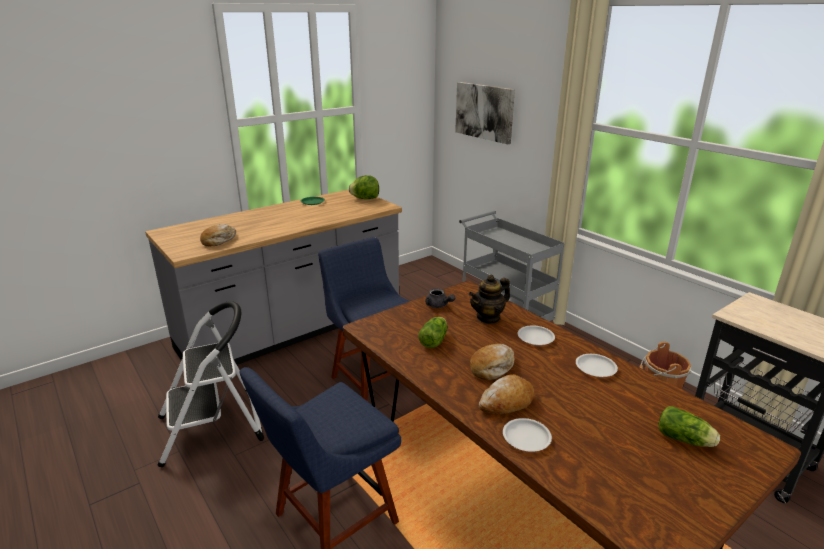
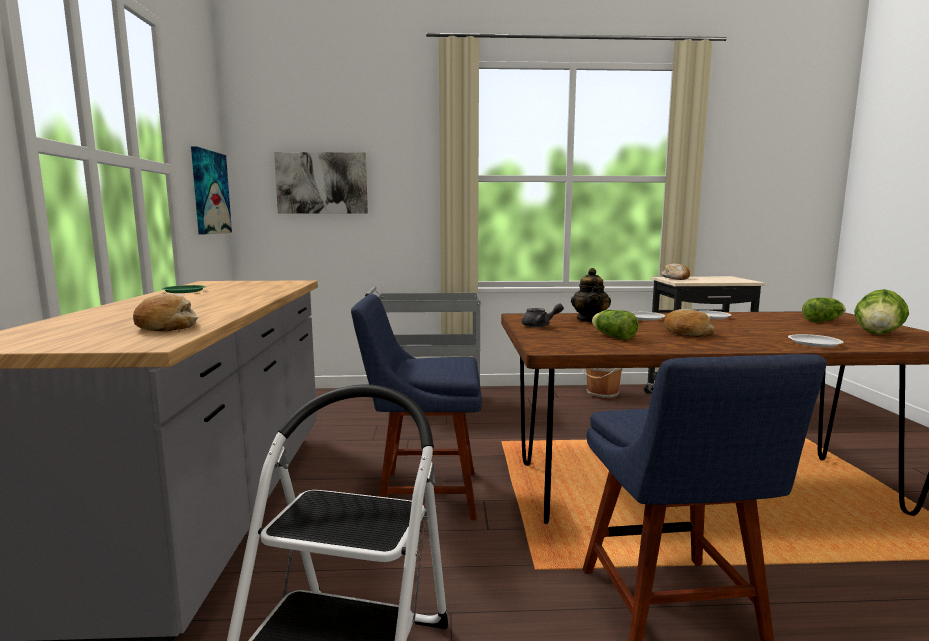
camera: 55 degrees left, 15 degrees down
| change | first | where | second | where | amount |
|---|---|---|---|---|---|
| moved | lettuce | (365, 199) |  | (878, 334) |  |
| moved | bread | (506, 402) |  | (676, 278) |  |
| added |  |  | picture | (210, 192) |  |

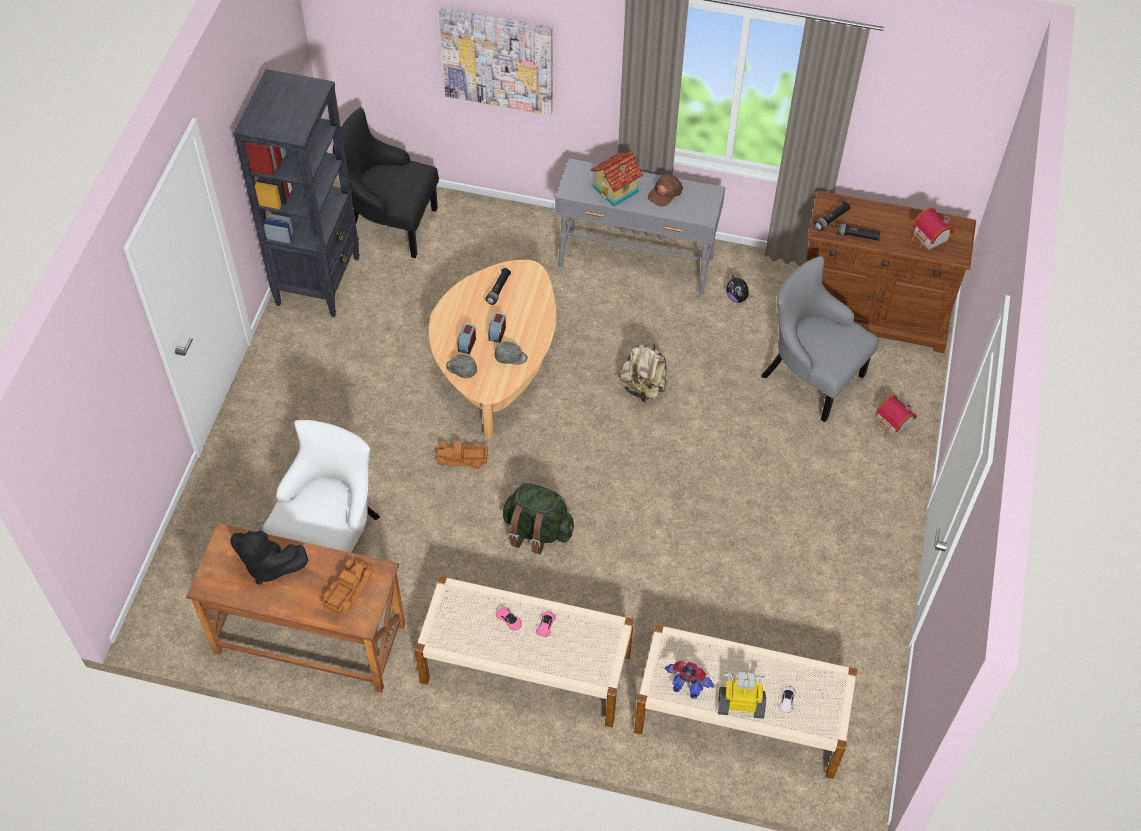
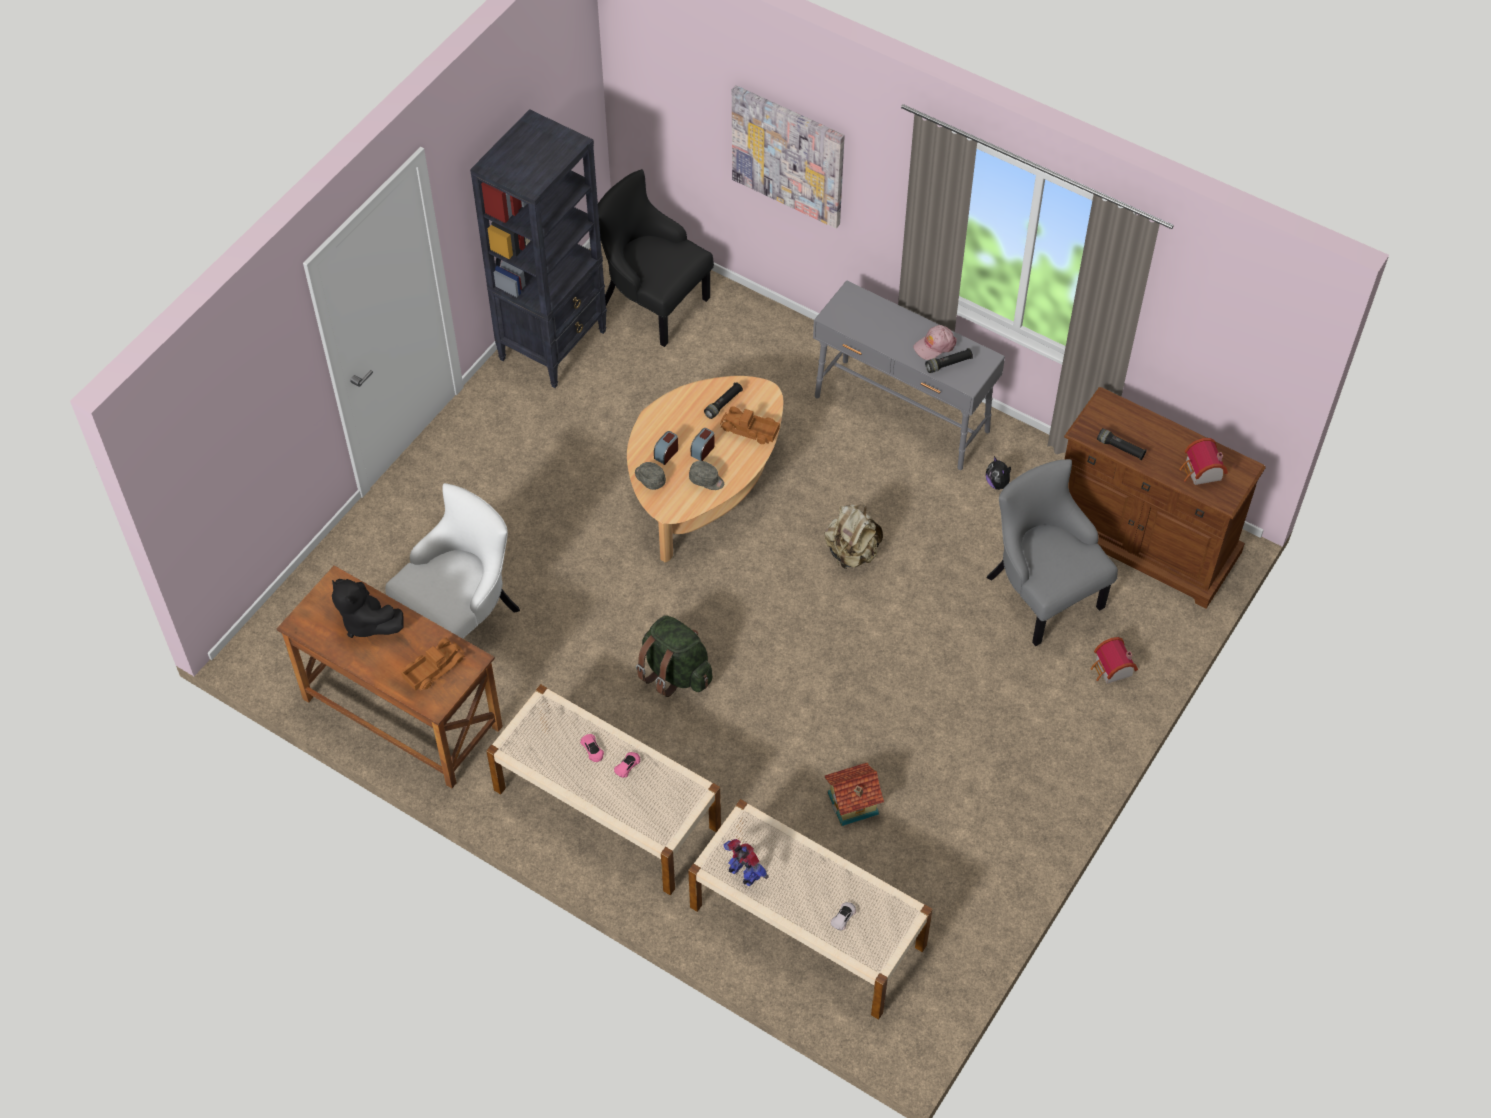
camera: 20 degrees right, 0 degrees up
| change | first | where | second | where | amount |
|---|---|---|---|---|---|
| moved | toy truck | (462, 459) |  | (749, 430) |  |
| moved | toy house | (617, 190) |  | (853, 804) |  |
| recoloured | cap (brown) | (664, 193) | cap (pink) | (934, 345) |  |
| removed | toy robot | (741, 704) |  |  |  |
| moved | flashlight (black) | (831, 220) |  | (948, 364) |  |

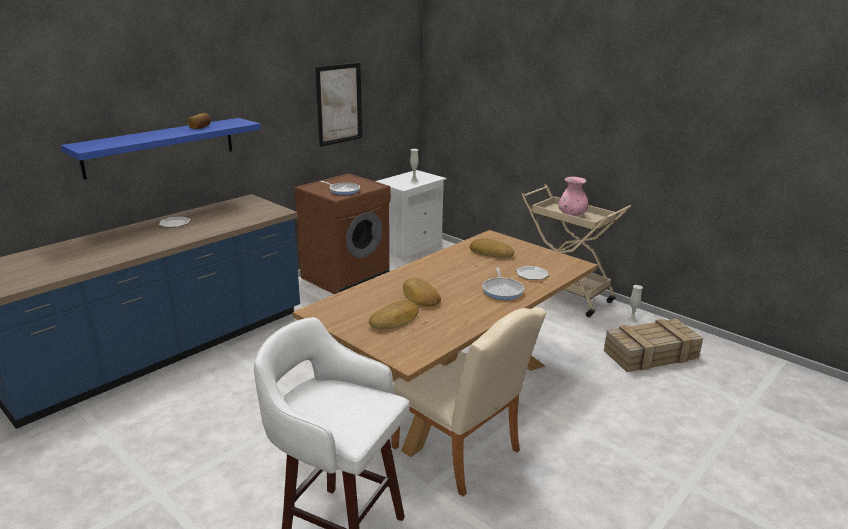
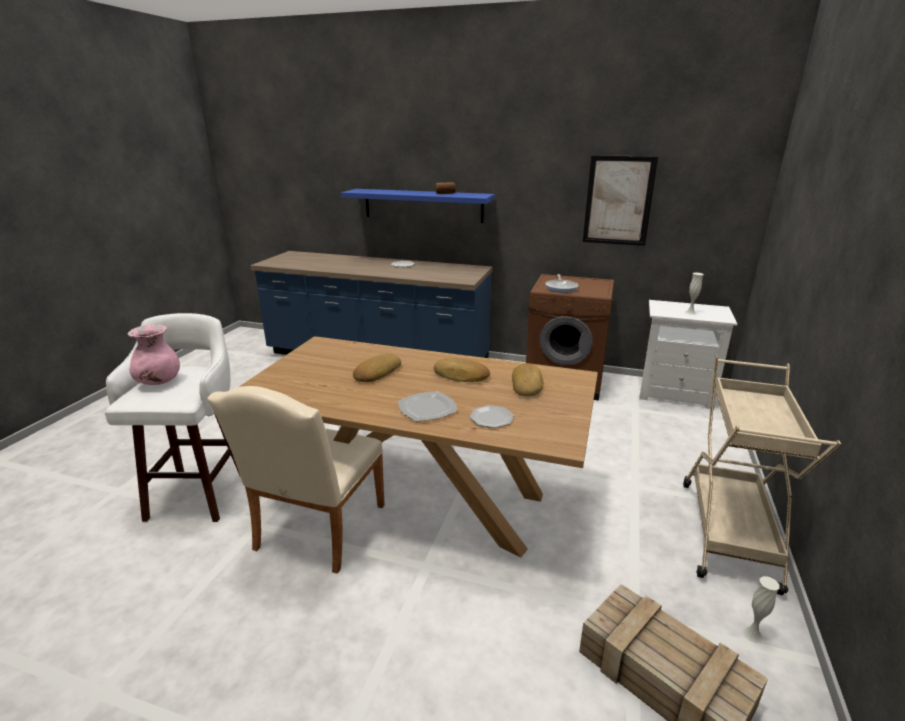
camera: 65 degrees right, 0 degrees up
| change | first | where | second | where | amount |
|---|---|---|---|---|---|
| moved | bread | (395, 320) |  | (461, 375) |  |
| replaced | frying pan | (502, 290) | plate | (428, 408) |  |
| moved | vase (pink) | (571, 215) |  | (159, 382) |  |

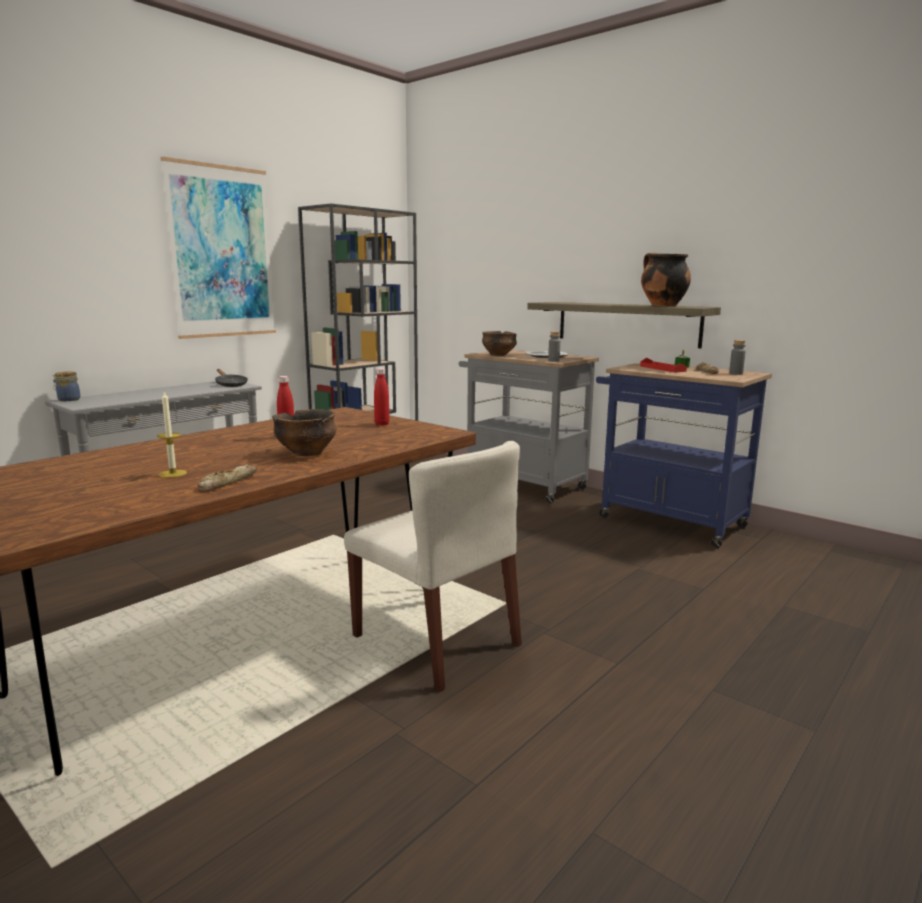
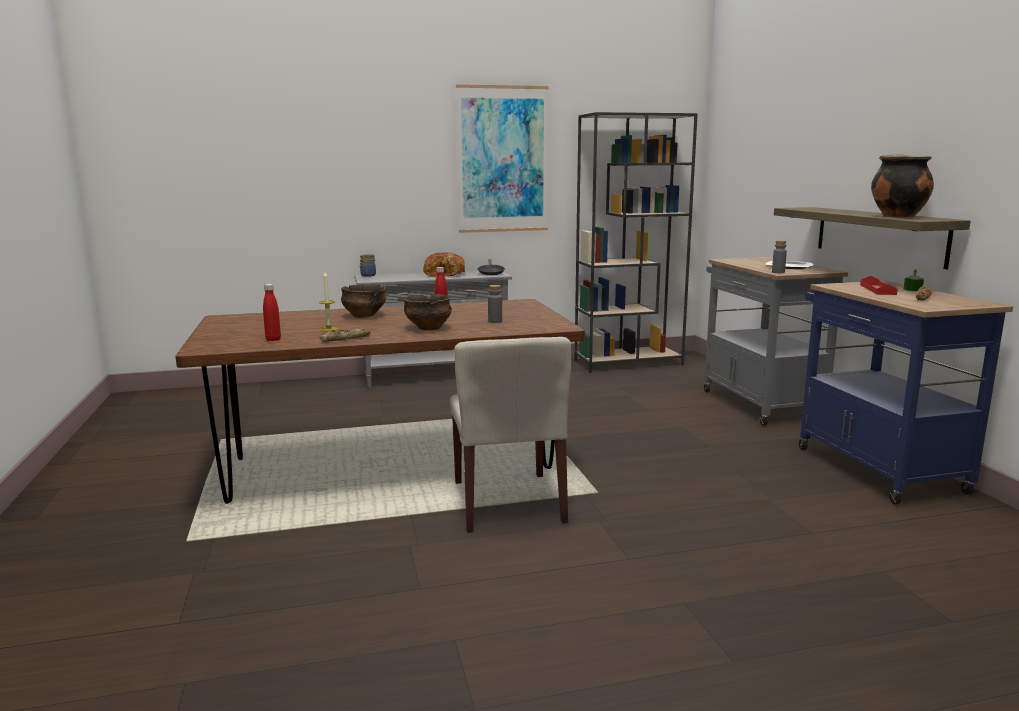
camera: 35 degrees right, 0 degrees up
| change | first | where | second | where | amount |
|---|---|---|---|---|---|
| moved | bottle (red) | (382, 424) |  | (273, 339) |  |
| moved | bowl | (498, 355) |  | (364, 316) |  |
| moved | bottle (grey) | (735, 373) |  | (495, 321) |  |
| added |  |  | bread | (445, 274) |  |

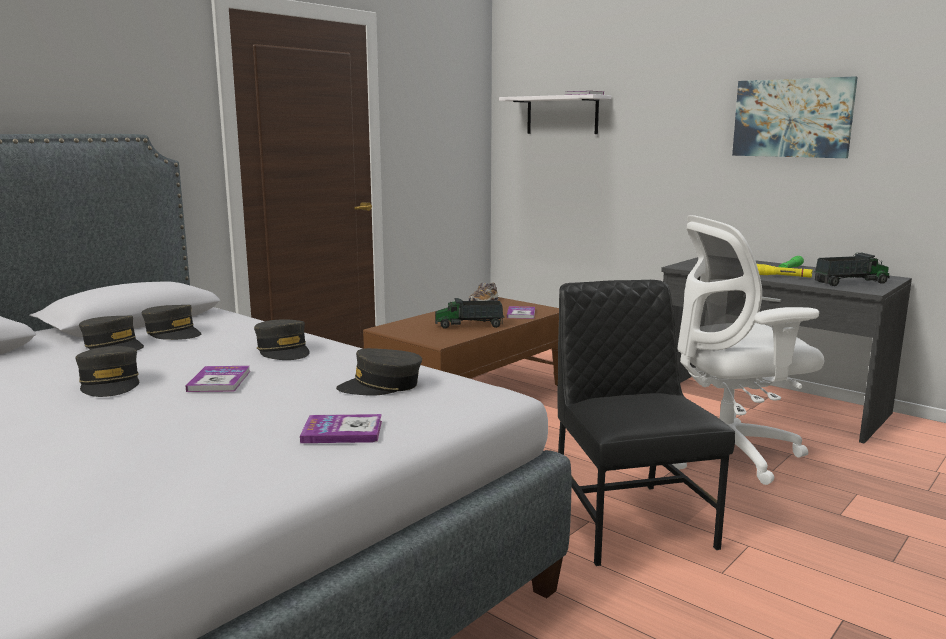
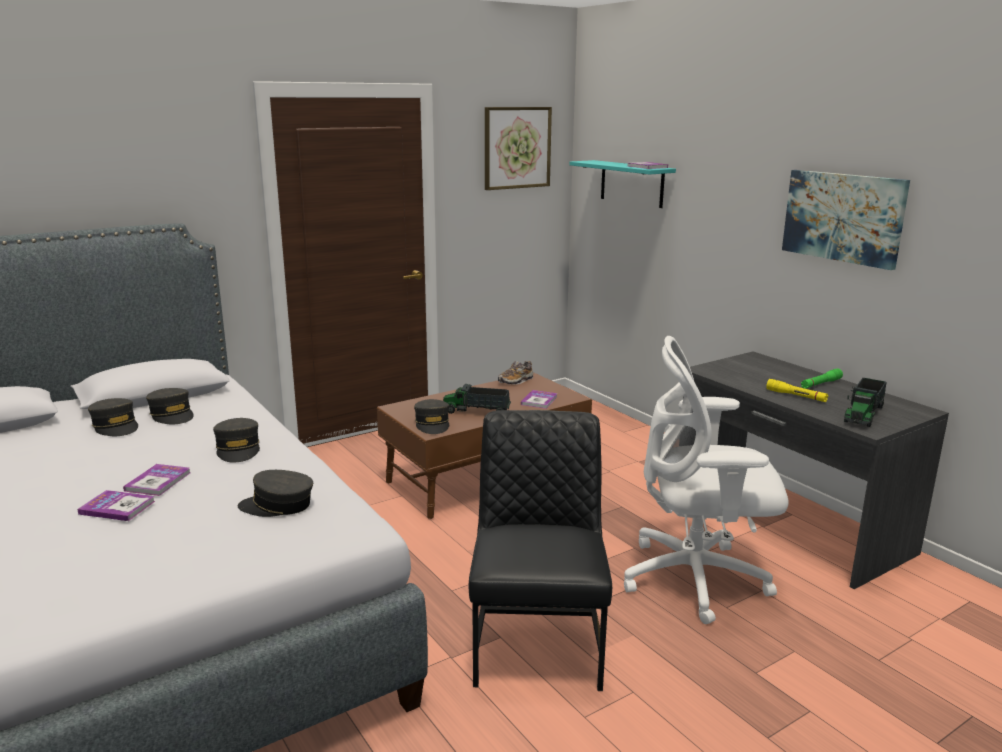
camera: 15 degrees right, 5 degrees up
| change | first | where | second | where | amount |
|---|---|---|---|---|---|
| moved | cap (grey) | (110, 384) |  | (432, 424) |  |
| moved | book | (342, 431) |  | (117, 507) |  |
| recoloured | shelf (white) | (562, 115) | shelf (turquoise) | (631, 183) |  |
| turned | toy truck | (850, 283) |  | (863, 414) | 120 degrees clockwise |
| added |  |  | picture | (517, 148) |  |

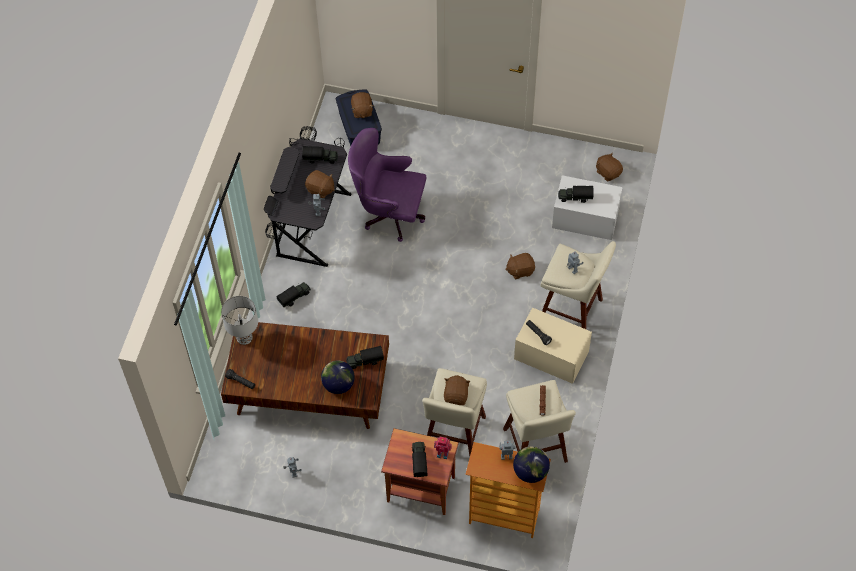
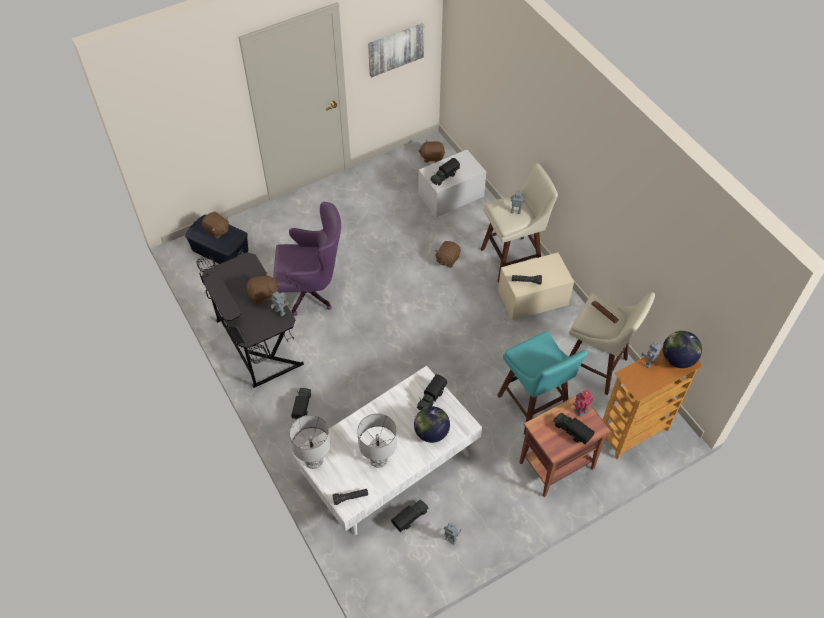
camera: 45 degrees left, 5 degrees down
| change | first | where | second | where | amount |
|---|---|---|---|---|---|
| recoloured | coffee table (brown) | (309, 386) | coffee table (white) | (388, 463) |  |
| moved | toy truck | (320, 158) |  | (410, 518) |  |
| turned | office chair (purple) | (389, 215) |  | (311, 292) | 150 degrees counterclockwise |
| recoloured | stool (beige) | (453, 435) | stool (turquoise) | (533, 406) |  |
| removed | plush toy (brown) | (456, 395) |  |  |  |
| added |  |  | table lamp (white) | (379, 459) |  |
| added |  |  | picture | (395, 49) |  |

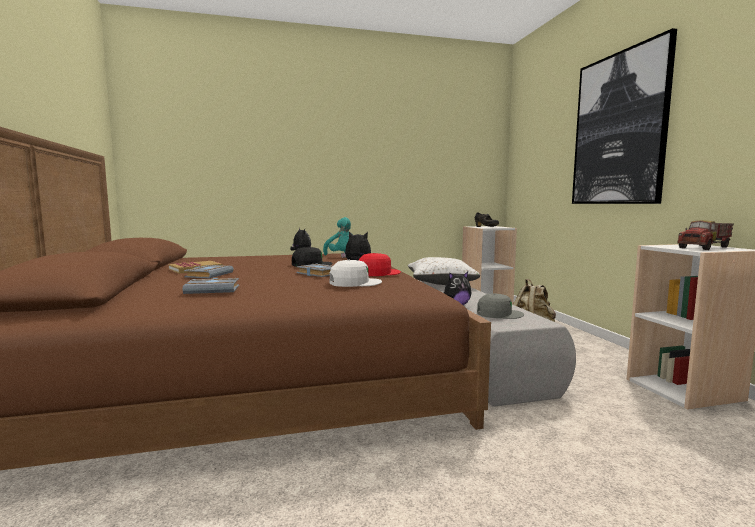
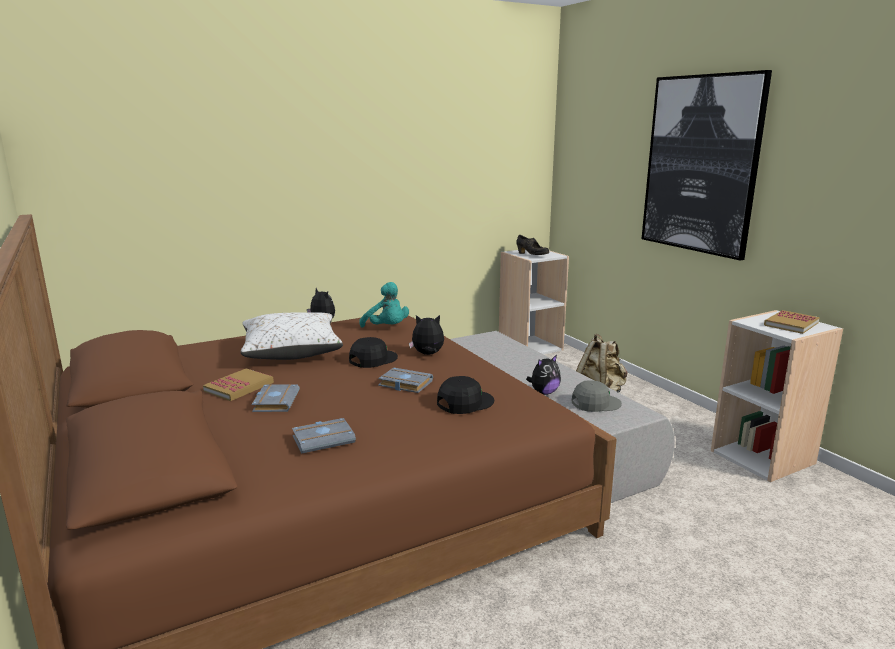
camera: 15 degrees left, 10 degrees up
| change | first | where | second | where | amount |
|---|---|---|---|---|---|
| recoloured | cap (white) | (354, 283) | cap (black) | (464, 402) |  |
| removed | cap (red) | (378, 273) |  |  |  |
| moved | pillow (white) | (441, 283) |  | (291, 351) |  |
| replaced | toy truck | (705, 247) | book | (791, 324) |  |

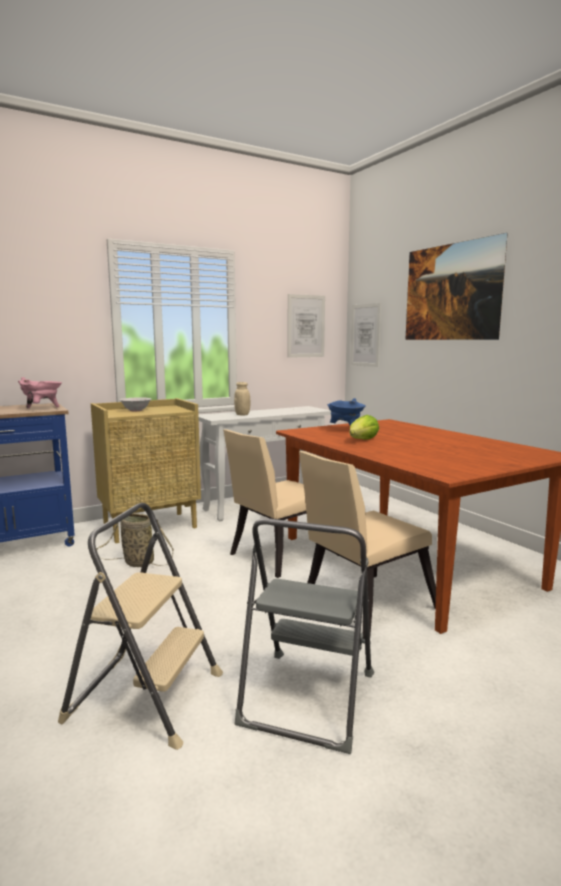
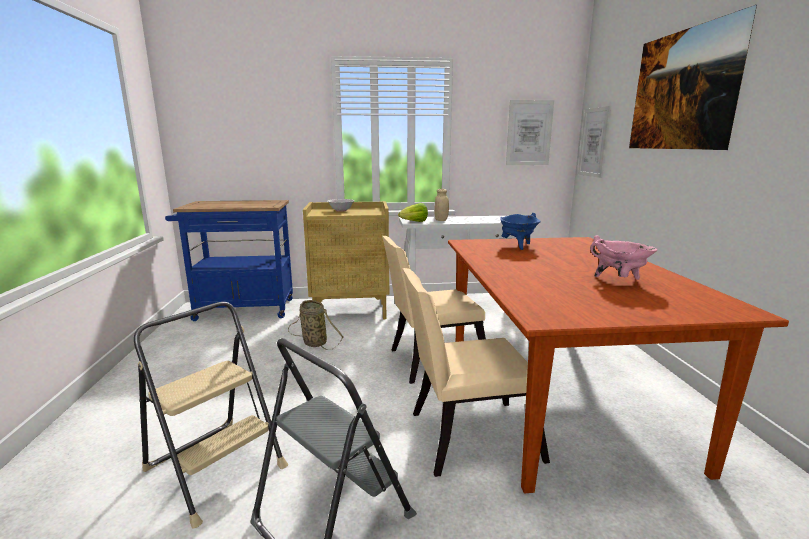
camera: 25 degrees right, 5 degrees up
| change | first | where | second | where | amount |
|---|---|---|---|---|---|
| moved | cooking pot (pink) | (41, 409) |  | (619, 281) |  |
| moved | lettuce | (362, 440) |  | (414, 222) |  |

